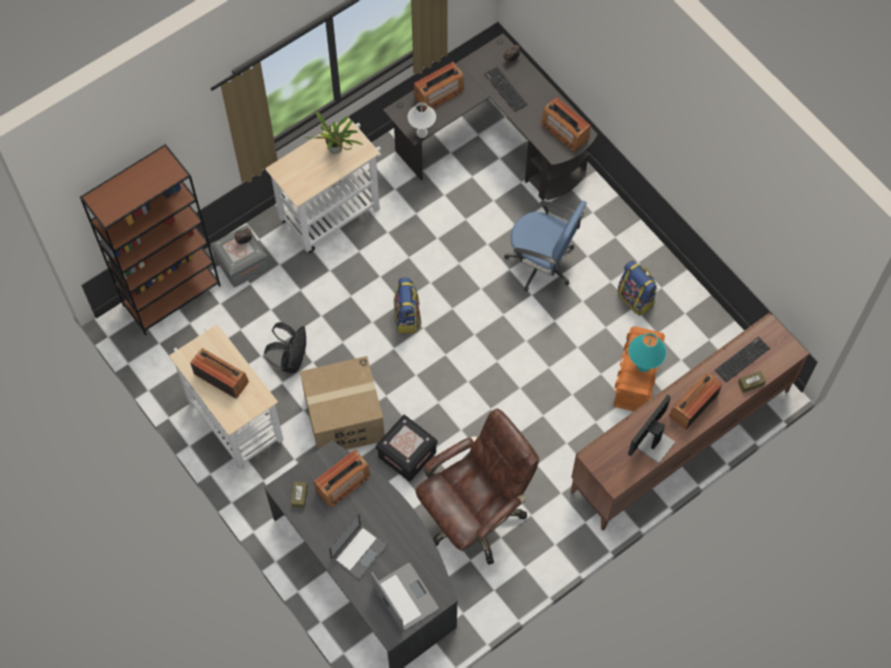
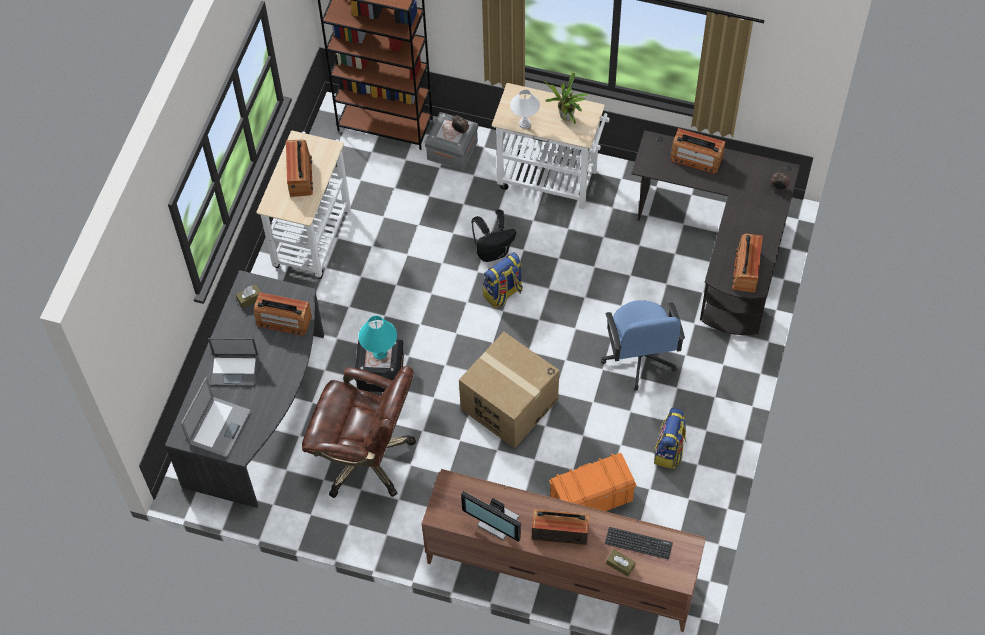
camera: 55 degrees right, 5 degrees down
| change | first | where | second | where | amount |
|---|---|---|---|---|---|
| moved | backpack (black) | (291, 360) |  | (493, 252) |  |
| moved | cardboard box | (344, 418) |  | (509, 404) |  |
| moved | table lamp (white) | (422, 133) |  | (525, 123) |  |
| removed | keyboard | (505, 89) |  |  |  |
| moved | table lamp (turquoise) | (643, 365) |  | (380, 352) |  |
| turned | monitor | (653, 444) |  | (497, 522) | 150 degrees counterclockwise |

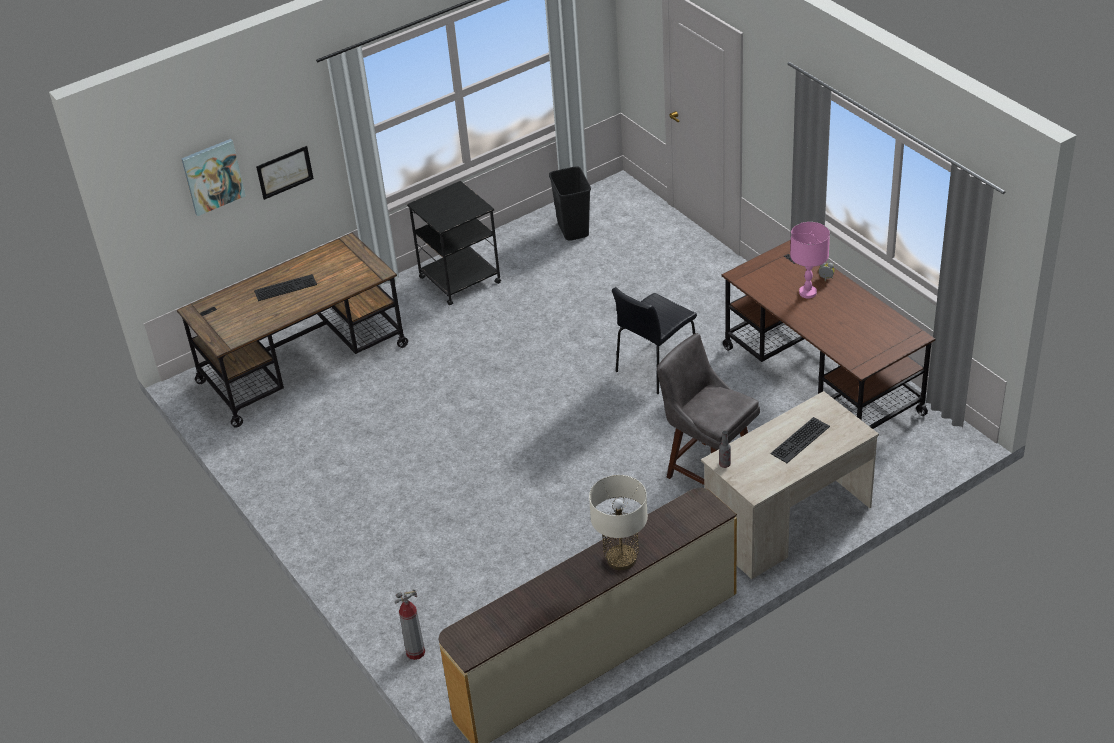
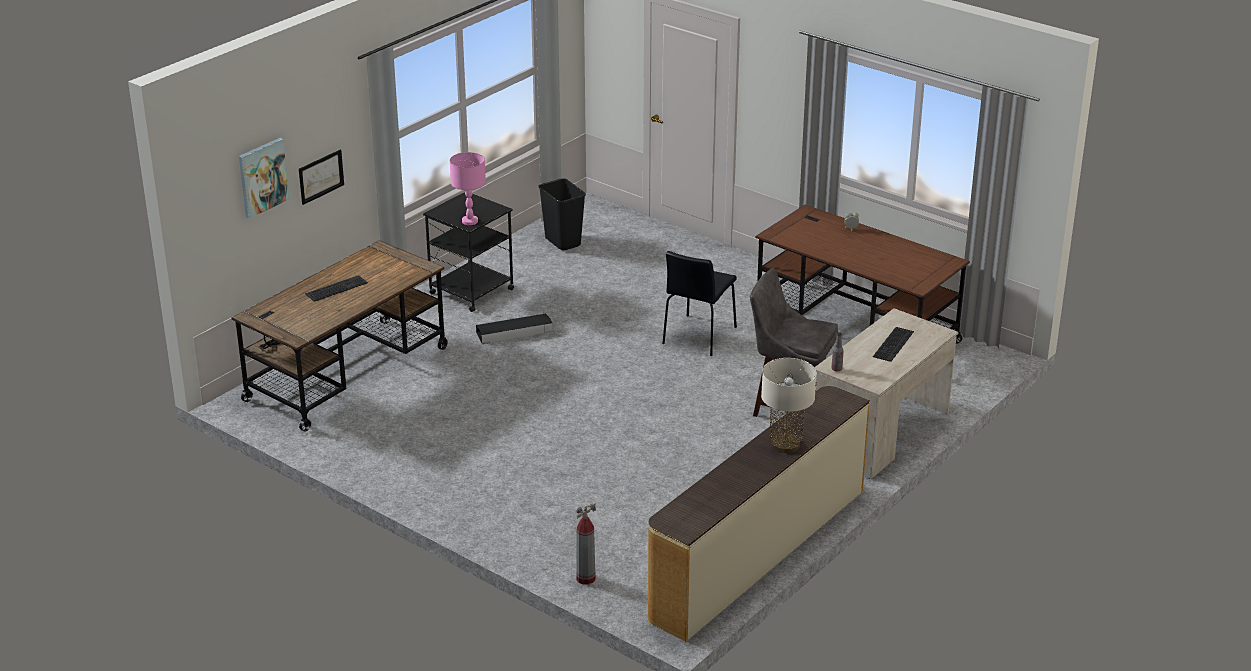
camera: 20 degrees left, 10 degrees down
| change | first | where | second | where | amount |
|---|---|---|---|---|---|
| moved | table lamp (pink) | (807, 293) |  | (469, 221) |  |
| added |  |  | storage box (black) | (514, 333) |  |

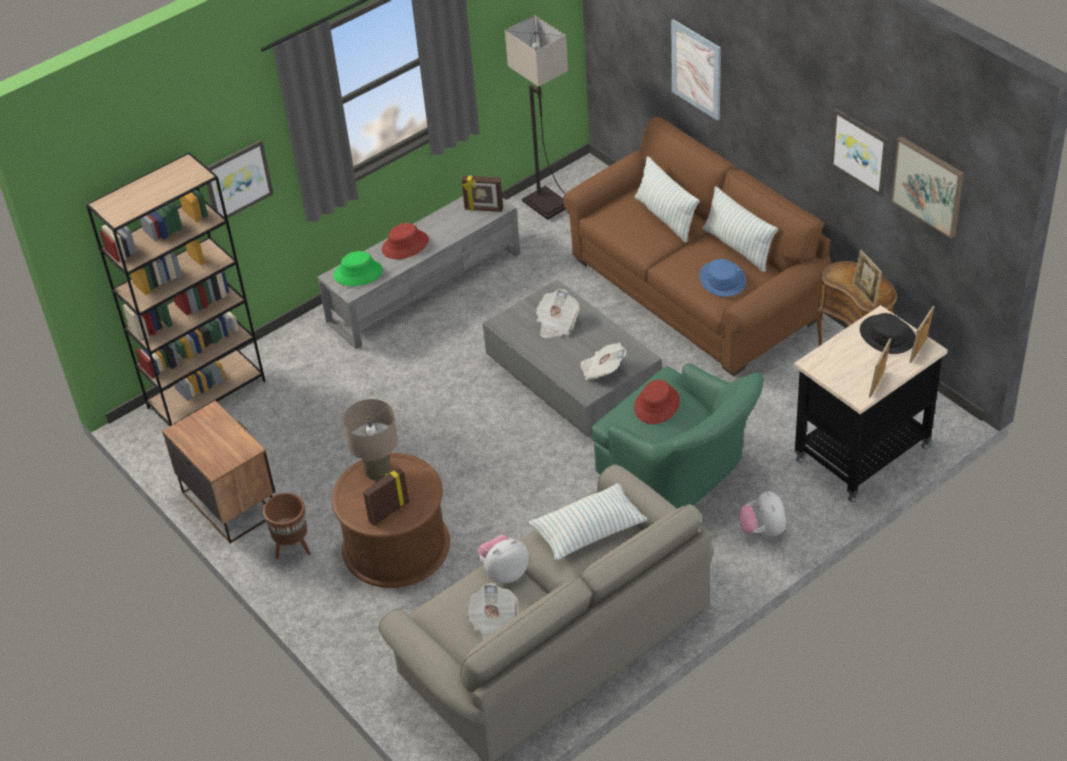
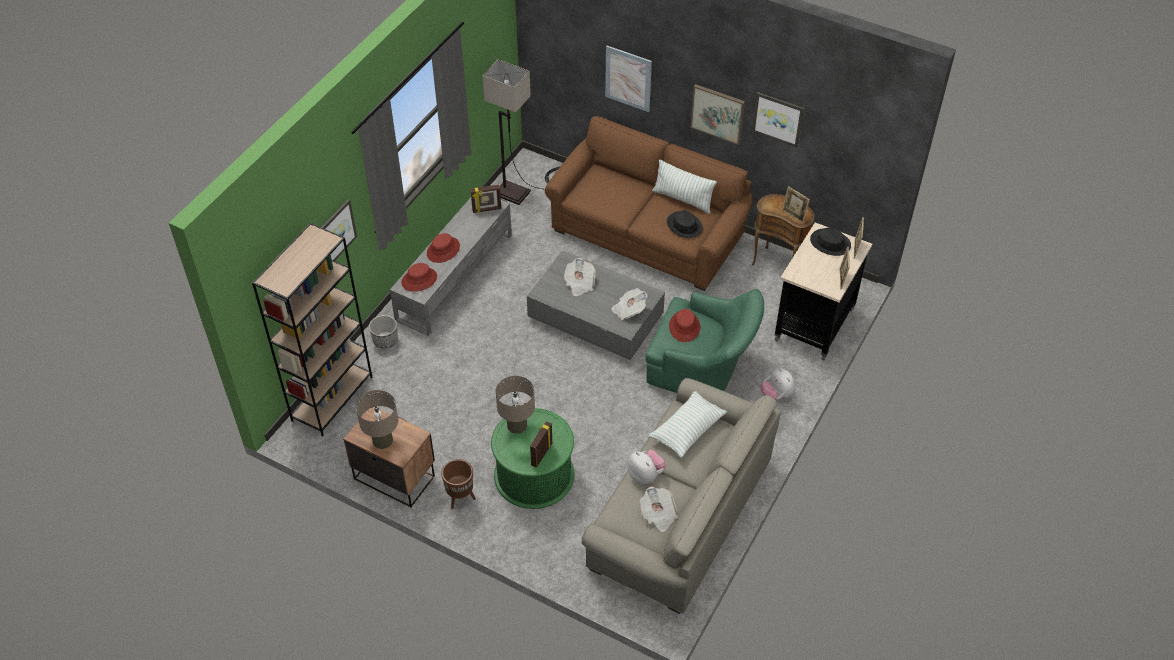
camera: 25 degrees left, 5 degrees up
| change | first | where | second | where | amount |
|---|---|---|---|---|---|
| recoloured | coffee table (brown) | (396, 546) | coffee table (green) | (534, 475) |  |
| recoloured | hat (green) | (358, 273) | hat (red) | (419, 279) |  |
| turned | plush toy | (504, 572) |  | (645, 475) | 105 degrees clockwise |
| removed | pillow | (665, 217) |  |  |  |
| recoloured | hat (blue) | (722, 279) | hat (black) | (684, 225) |  |
| moved | picture | (928, 186) |  | (717, 113) |  |
| added |  |  | table lamp (beige) | (382, 440) |  |
| added |  |  | planter | (385, 340) |  |

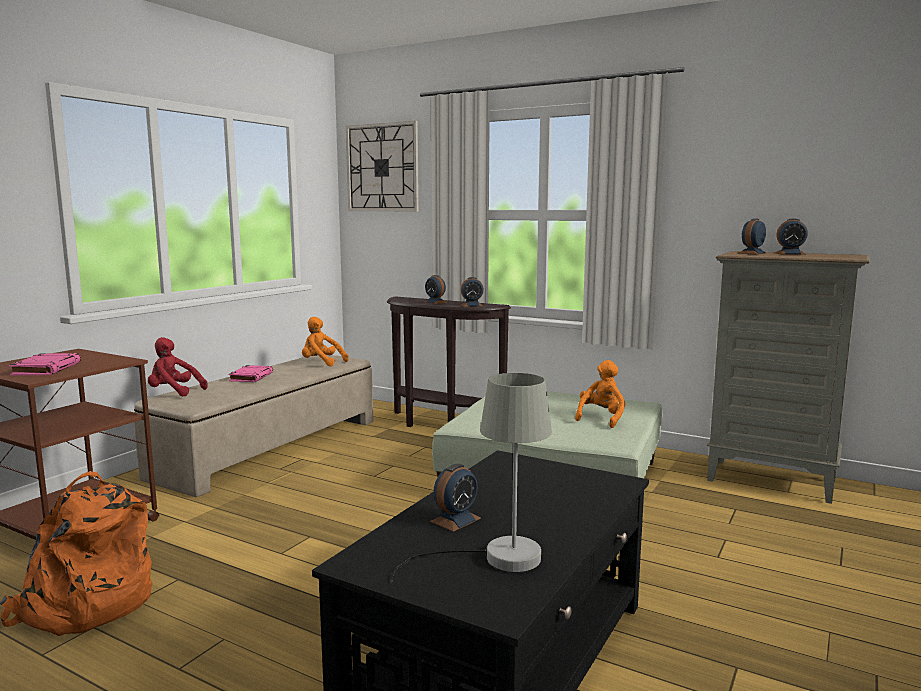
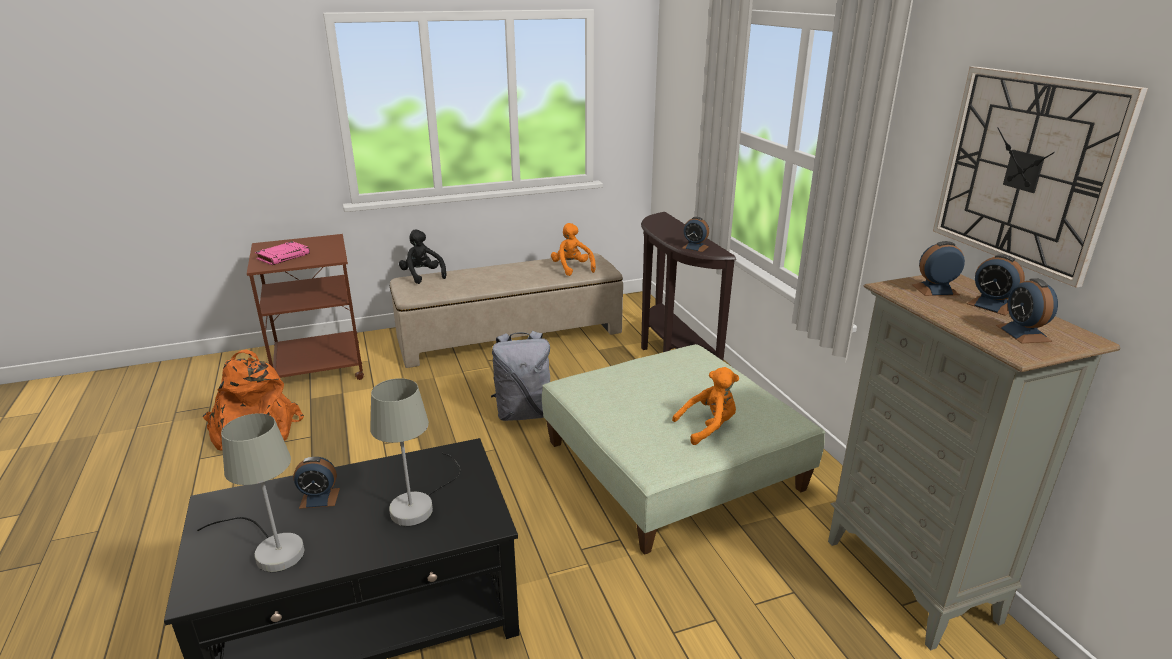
camera: 40 degrees right, 15 degrees up
| change | first | where | second | where | amount |
|---|---|---|---|---|---|
| recoloured | plush toy (red) | (174, 392) | plush toy (black) | (422, 276) |  |
| removed | book (pink) | (251, 377) |  |  |  |
| moved | wall clock | (382, 168) |  | (1026, 170) |  |
| moved | alarm clock | (435, 302) |  | (1023, 333) |  |
| added |  |  | table lamp (grey) | (419, 503) |  |
| added |  |  | backpack (grey) | (524, 413) |  |

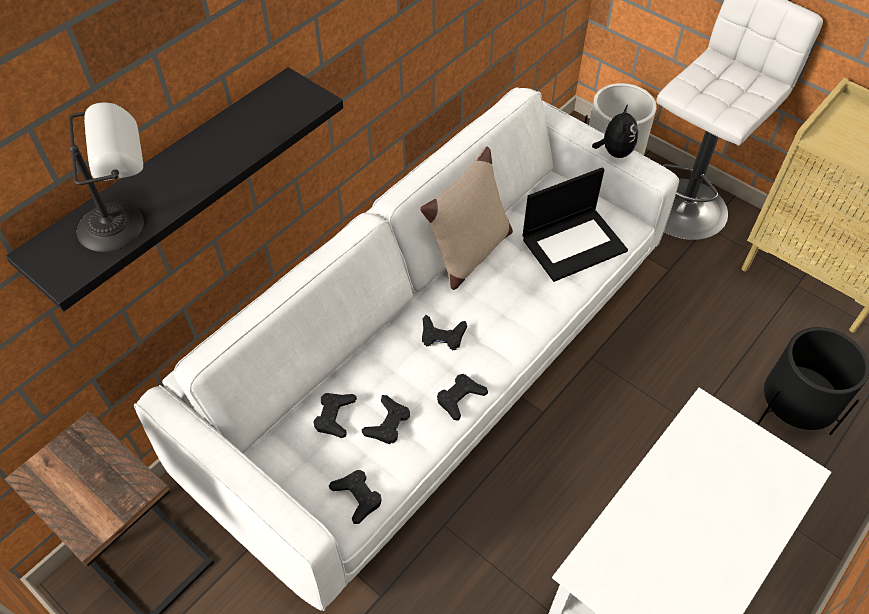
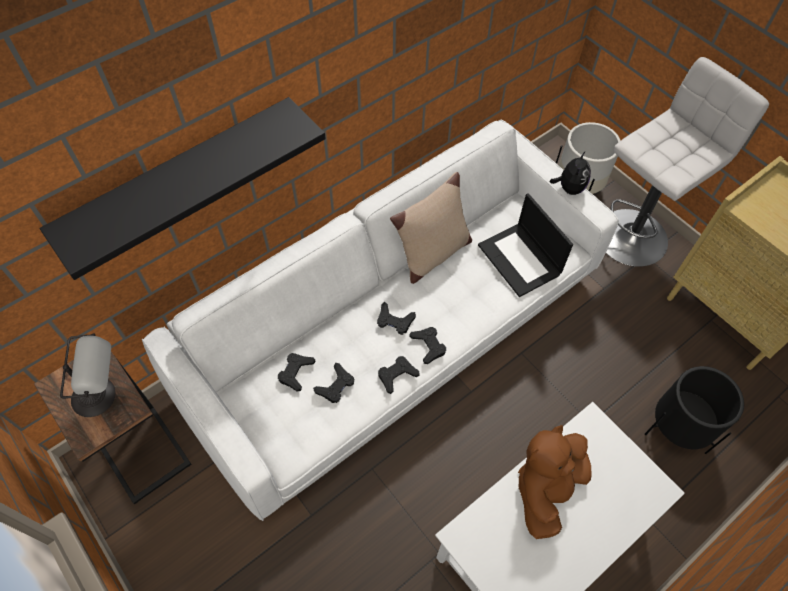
camera: 10 degrees right, 5 degrees up
| change | first | where | second | where | amount |
|---|---|---|---|---|---|
| moved | table lamp | (125, 222) |  | (103, 394) |  |
| moved | game controller (black) | (357, 497) |  | (428, 346) |  |
| turned | laptop | (574, 243) |  | (520, 260) | 75 degrees clockwise |
| added |  |  | plush toy (brown) | (547, 488) |  |

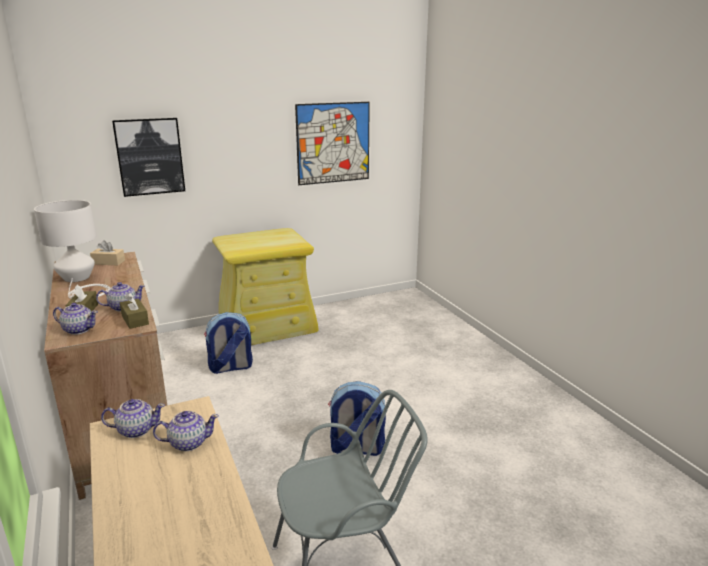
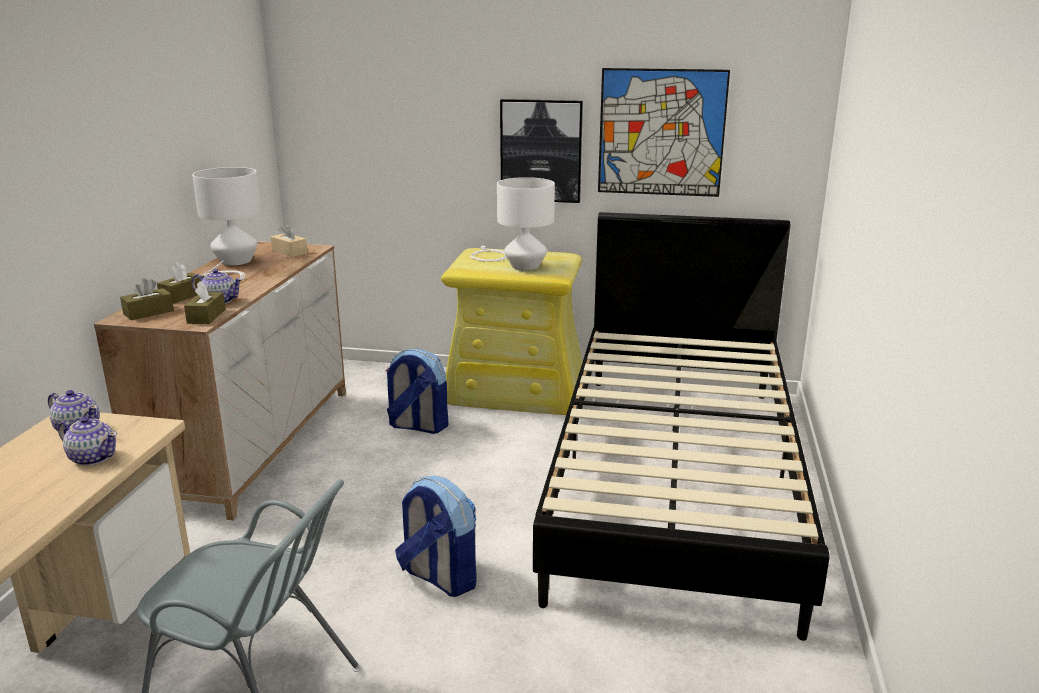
camera: 35 degrees right, 0 degrees up
| change | first | where | second | where | amount |
|---|---|---|---|---|---|
| replaced | teapot | (78, 329) | tissue box (brown) | (148, 312) |  |
| moved | picture | (150, 156) |  | (541, 151) |  |
| added |  |  | table lamp (white) | (511, 262) |  |
| added |  |  | bed (black) | (675, 478) |  |

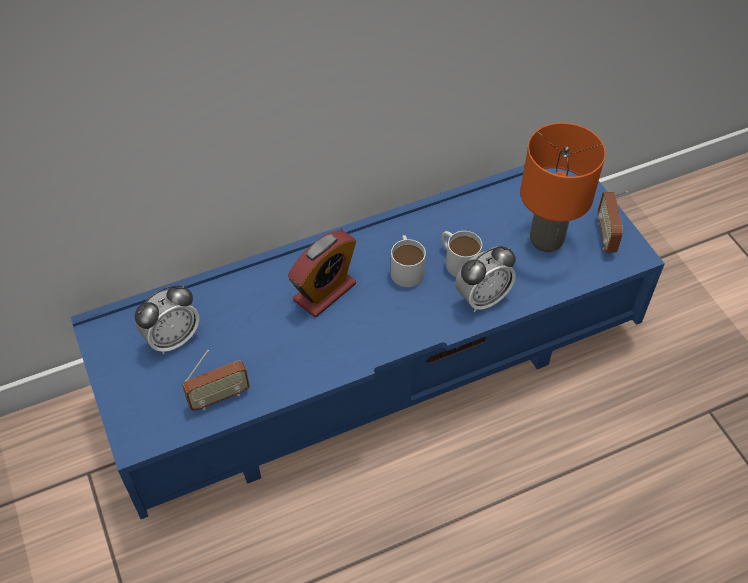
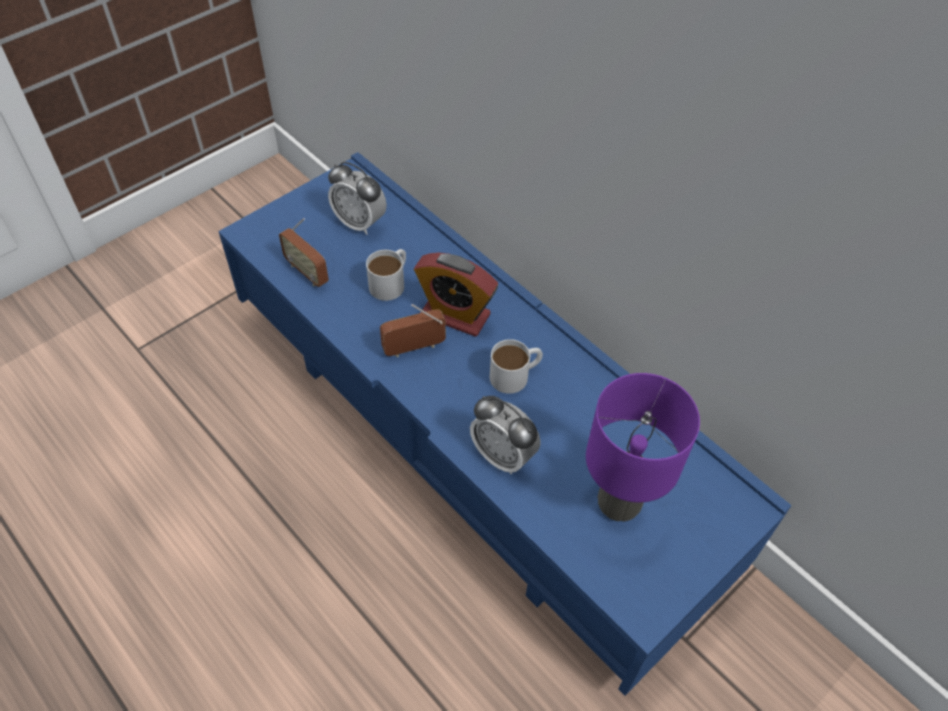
camera: 70 degrees right, 0 degrees up
| change | first | where | second | where | amount |
|---|---|---|---|---|---|
| moved | mug (white) | (457, 260) |  | (391, 282) |  |
| recoloured | table lamp (orange) | (548, 241) | table lamp (purple) | (618, 506) |  |
| moved | radio | (606, 235) |  | (414, 348) |  |

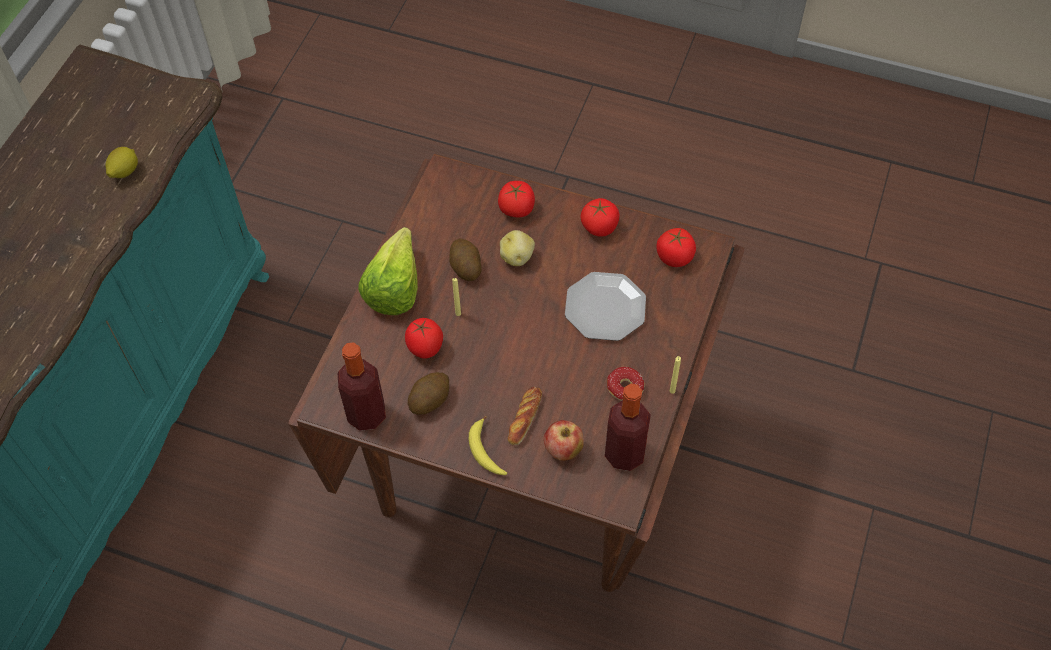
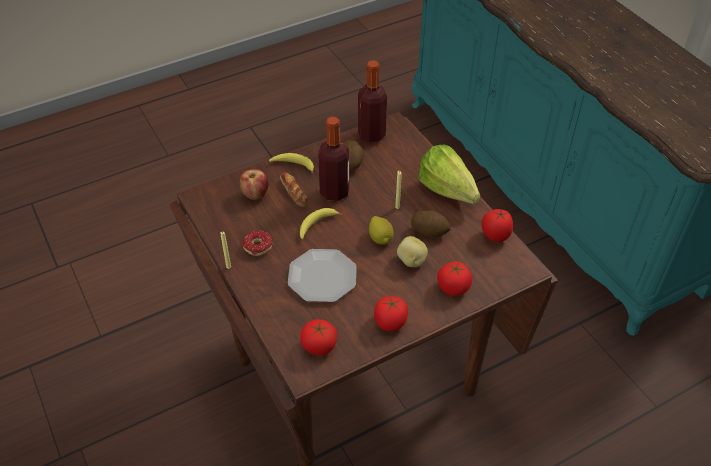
camera: 130 degrees right, 10 degrees down
| change | first | where | second | where | amount |
|---|---|---|---|---|---|
| moved | lemon | (124, 172) |  | (380, 238) |  |
| moved | tomato | (425, 349) |  | (495, 235) |  |
| moved | bottle | (624, 454) |  | (334, 192) |  |
| added |  |  | banana | (316, 225) |  |

